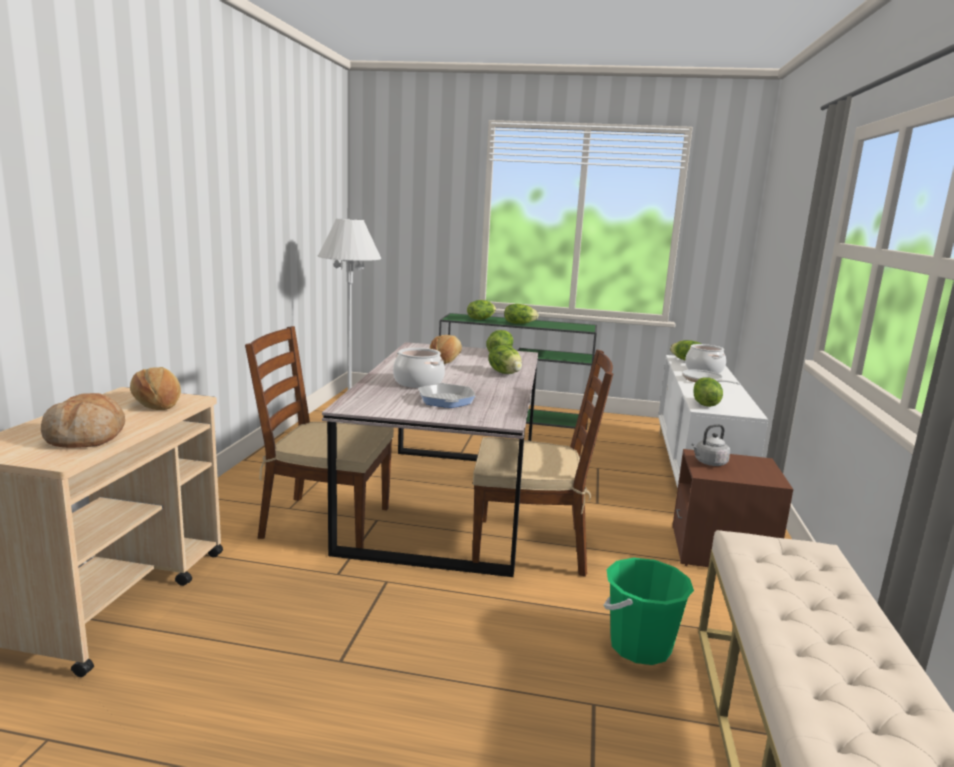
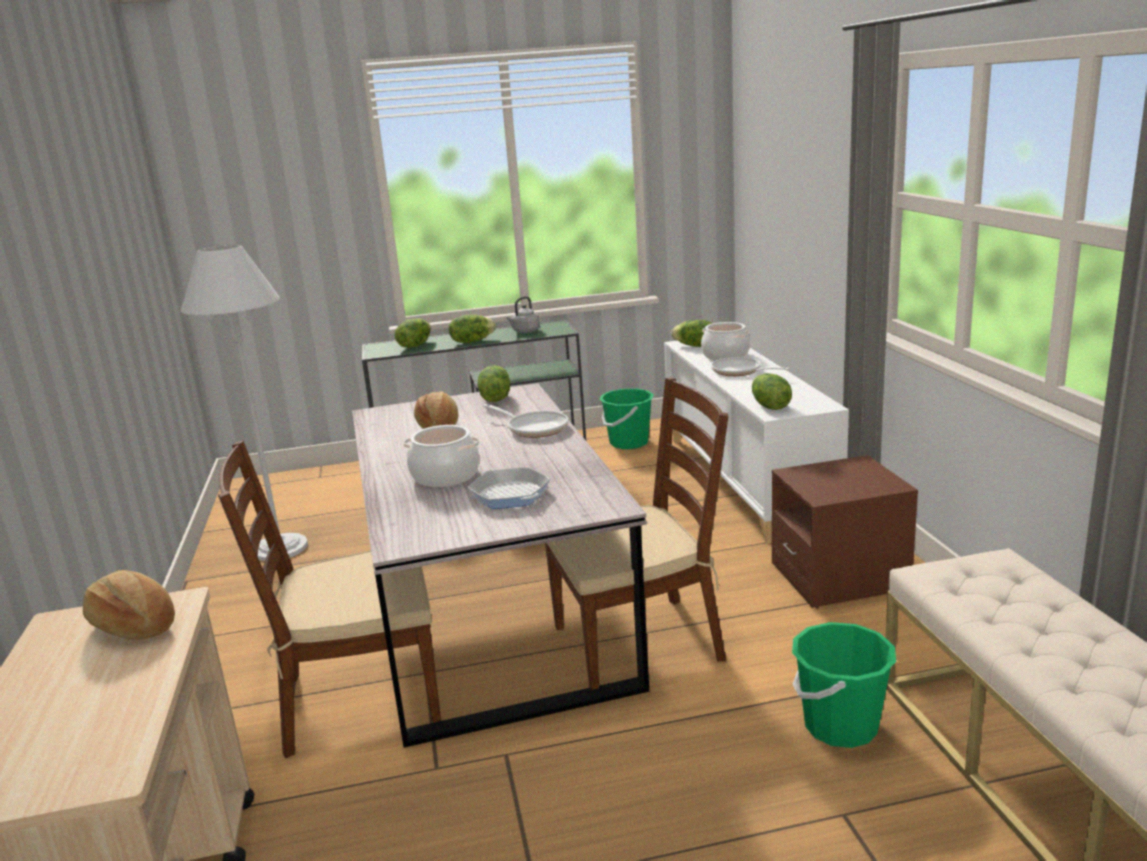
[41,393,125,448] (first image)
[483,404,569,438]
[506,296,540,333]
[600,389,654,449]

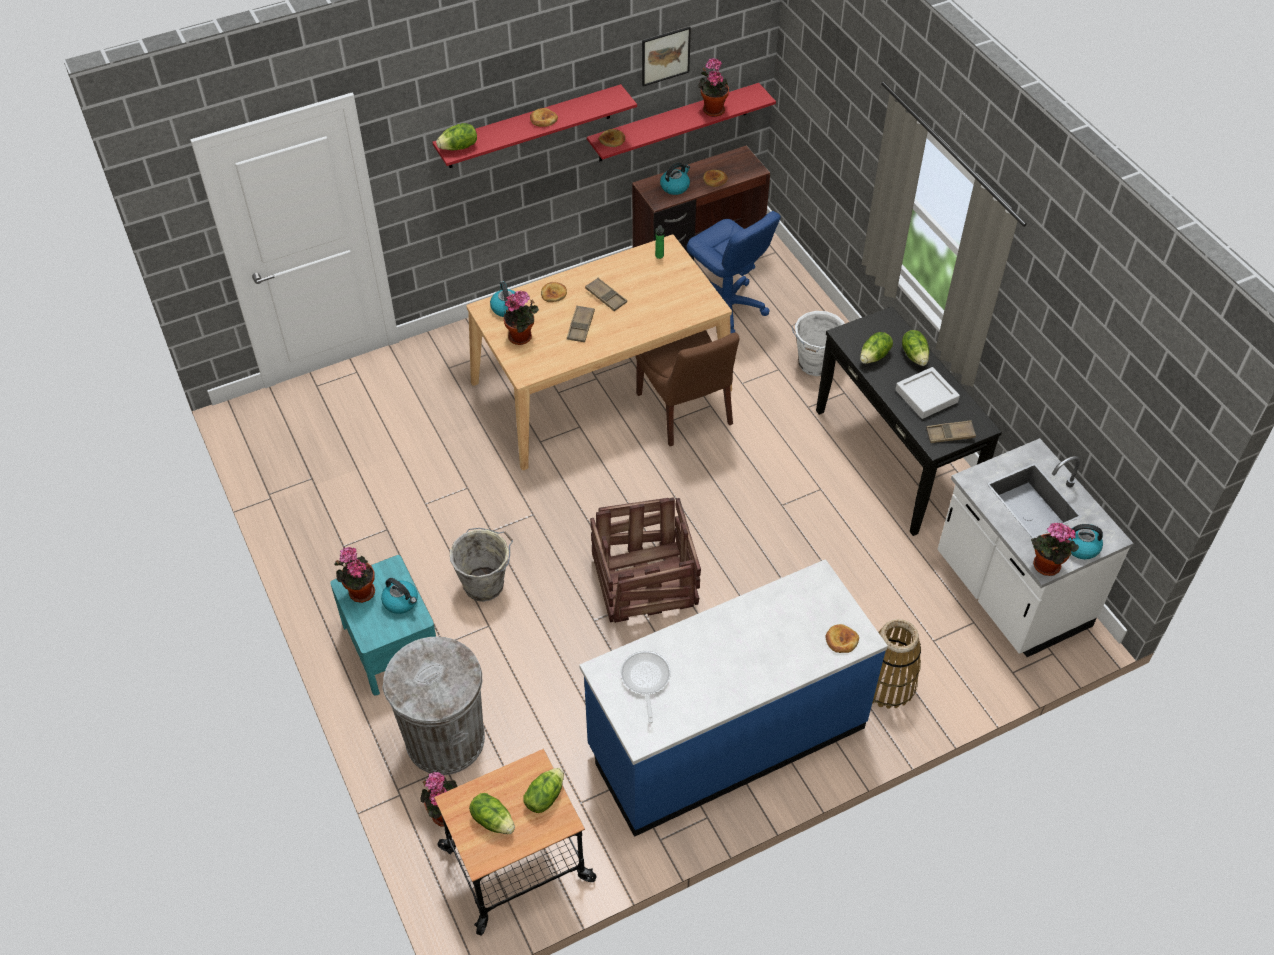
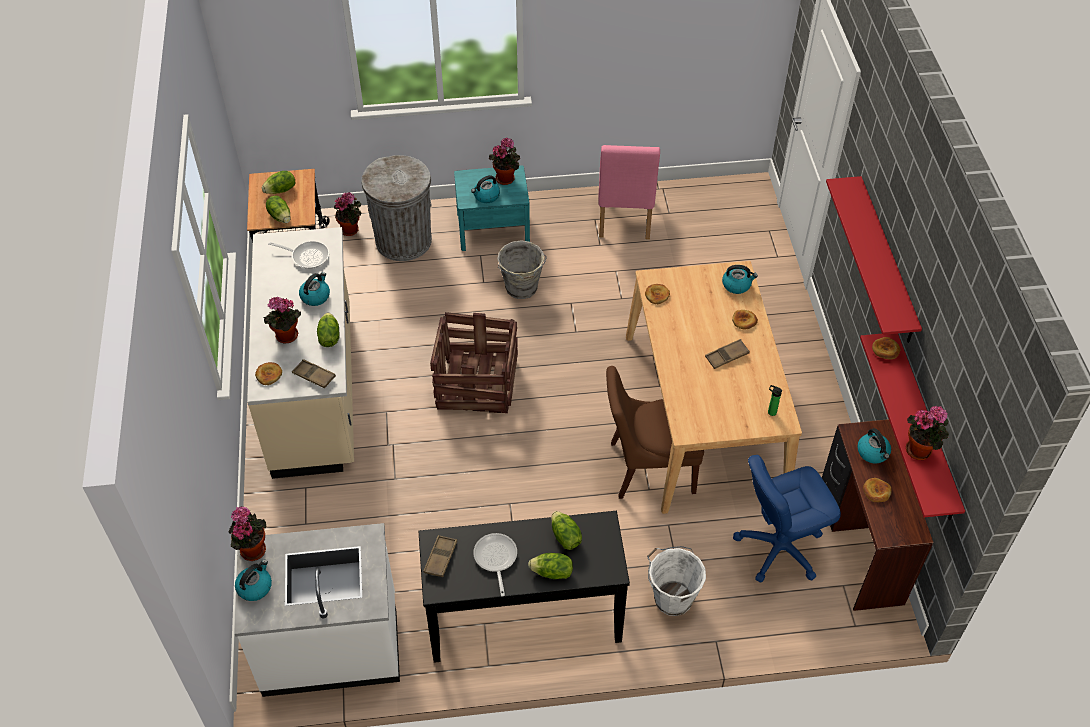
[317,313,340,347]
[264,297,301,344]
[645,284,670,304]
[292,359,336,388]
[247,227,354,479]
[642,26,691,87] (first image)
[872,619,921,709] (first image)
[473,533,517,596]
[299,272,330,306]
[598,145,660,239]

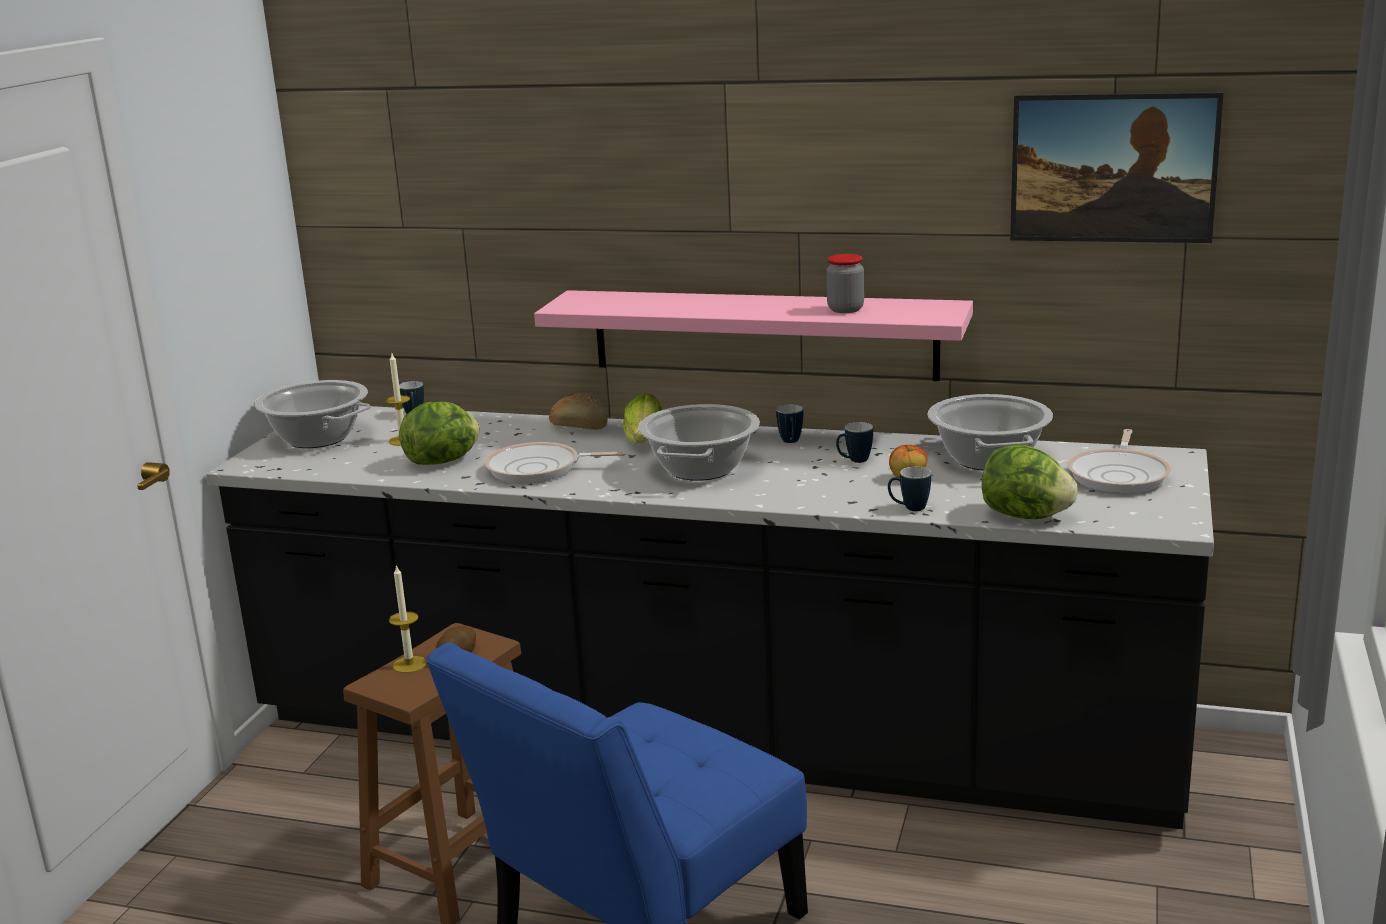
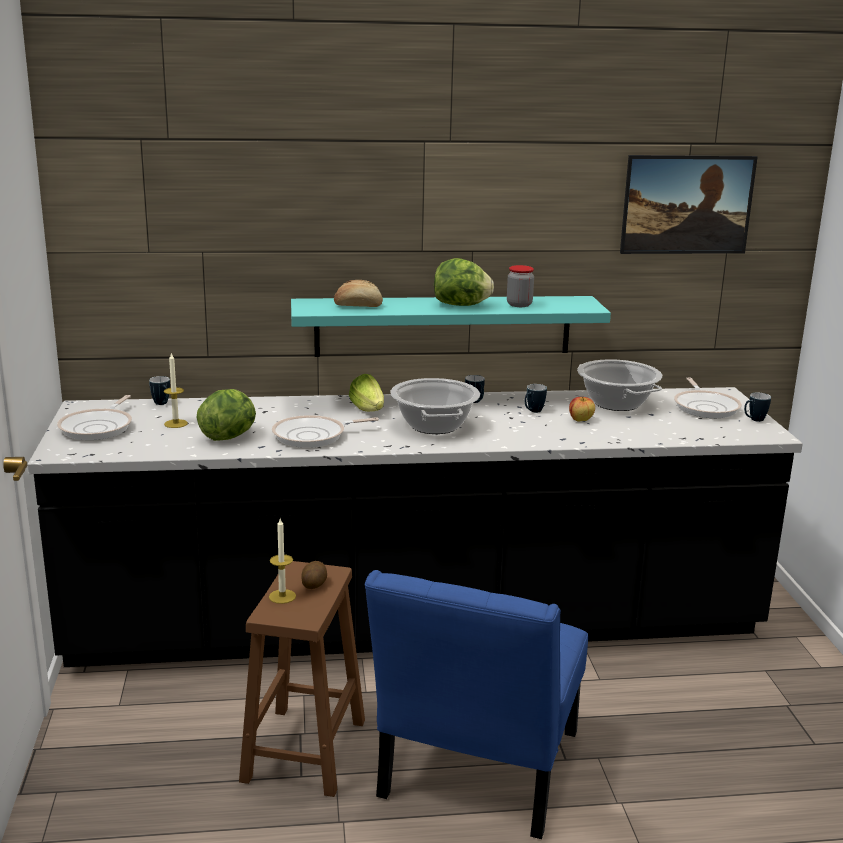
[57,395,132,440]
[291,296,611,357]
[334,280,383,307]
[744,393,771,422]
[434,258,494,306]

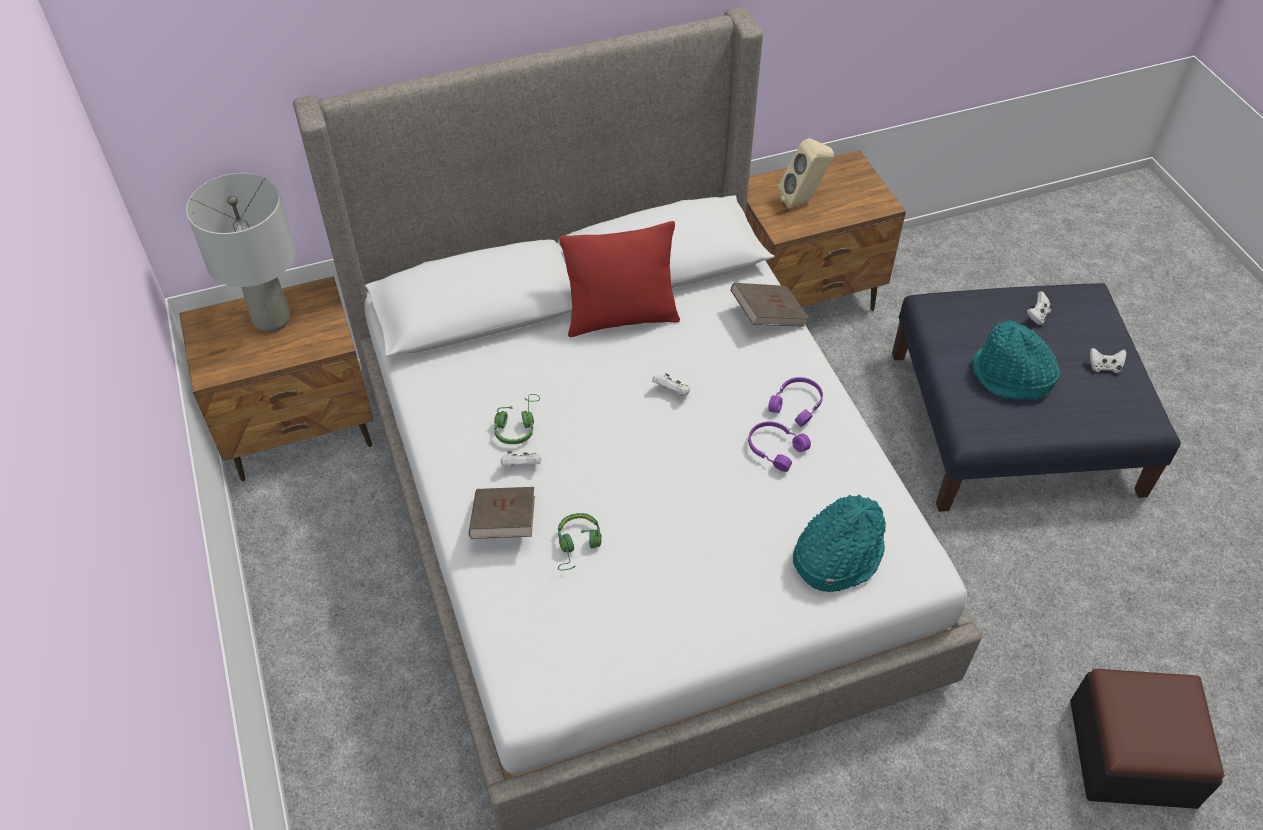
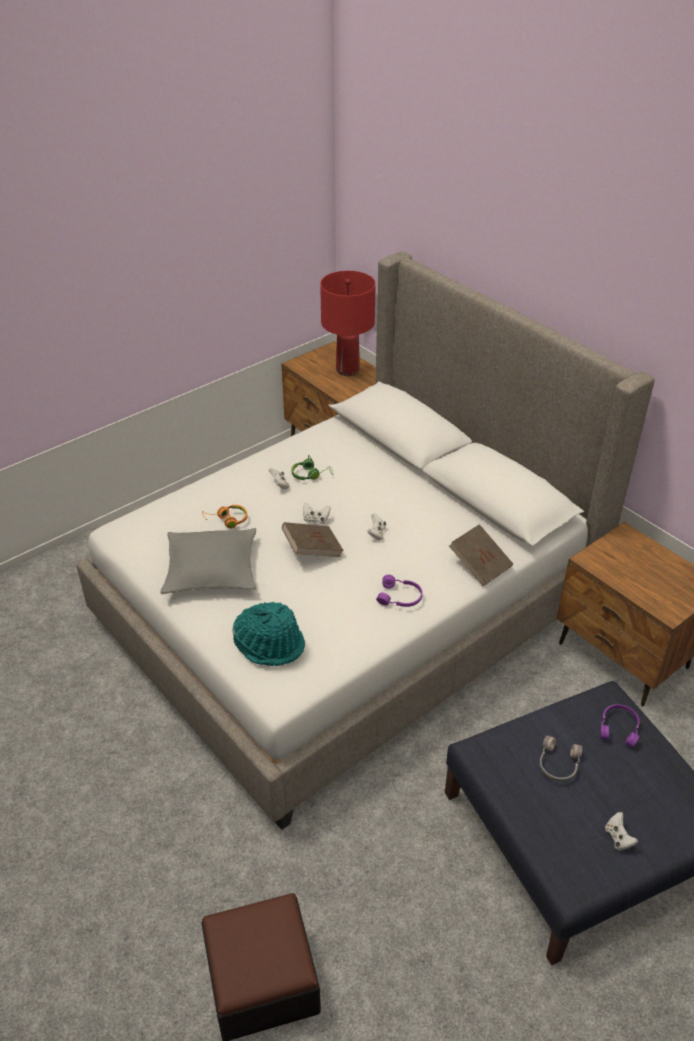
[320,271,376,376]
[282,522,344,557]
[202,505,248,529]
[559,221,680,337] (first image)
[601,704,640,748]
[778,138,834,209] (first image)
[540,735,582,782]
[303,503,330,524]
[160,528,256,594]

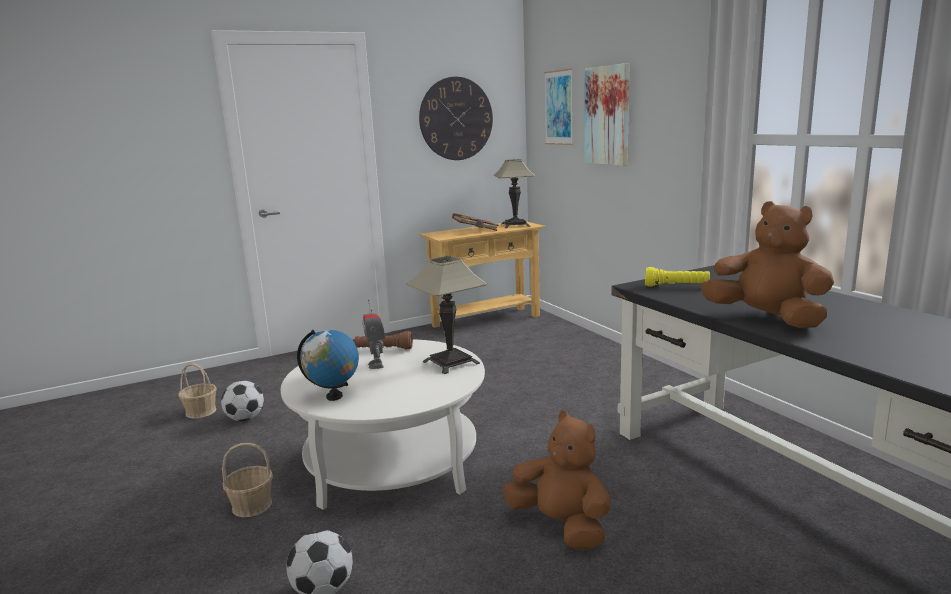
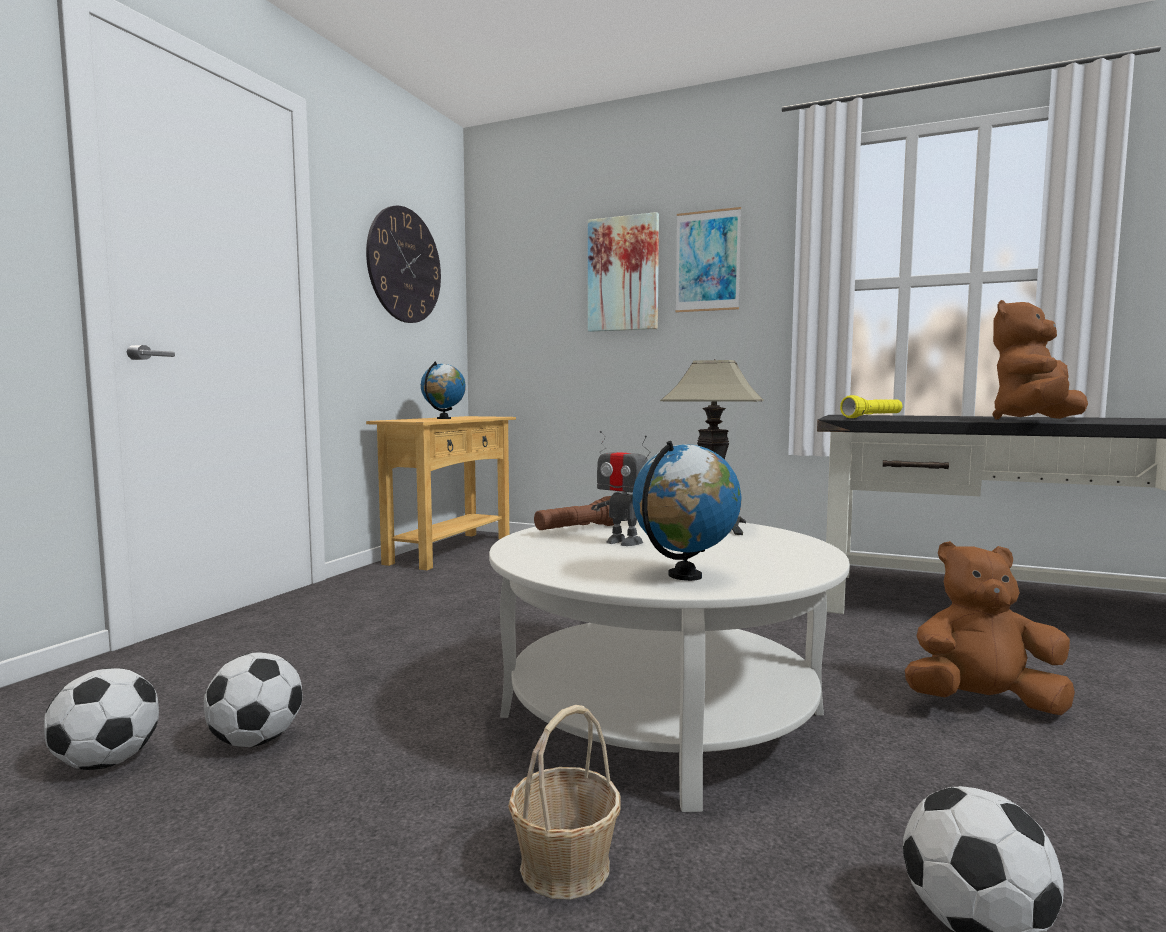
[44,668,159,770]
[421,361,466,419]
[494,159,536,228] (first image)
[675,207,741,312]
[992,300,1088,419]

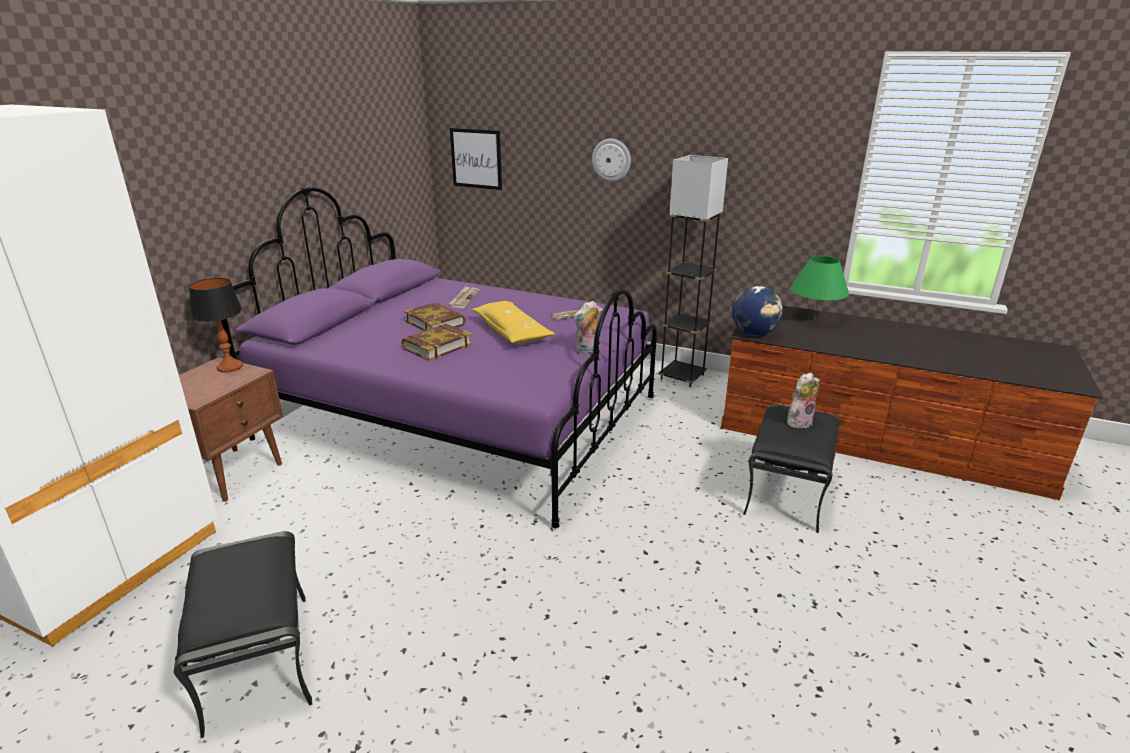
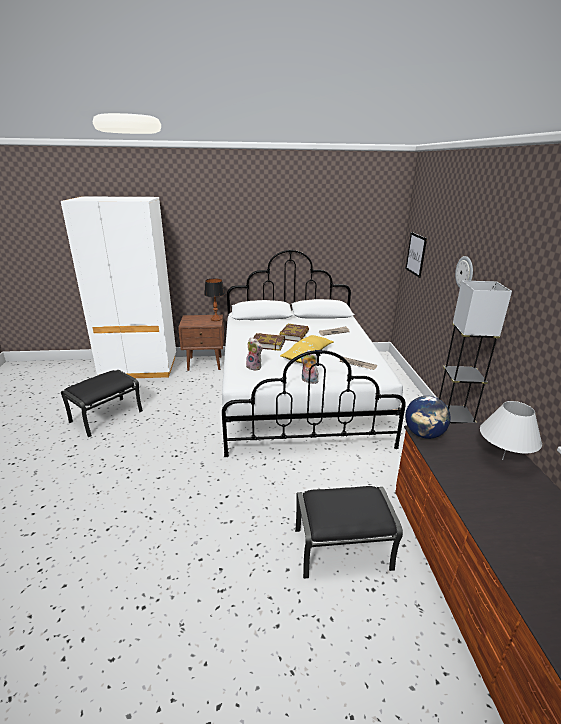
[222,249,406,457]
[246,337,263,371]
[480,401,542,460]

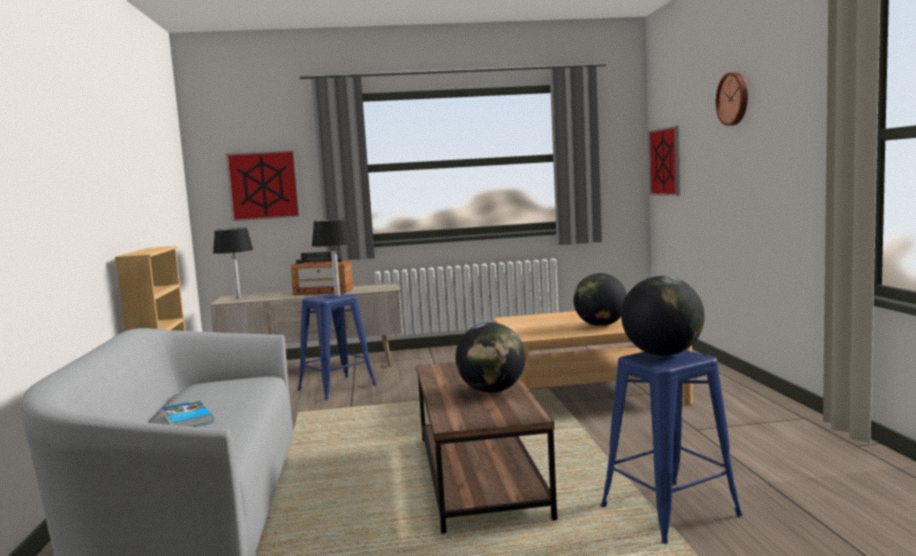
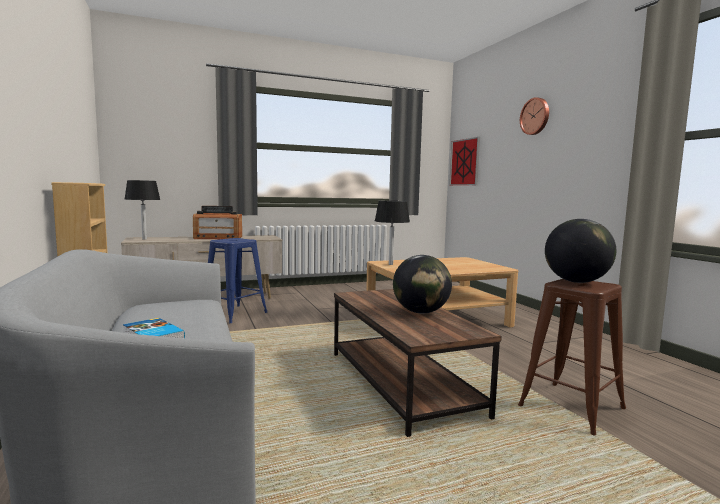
[226,150,300,221] (first image)
[375,201,410,265]
[573,273,627,326] (first image)
[518,279,626,435]

